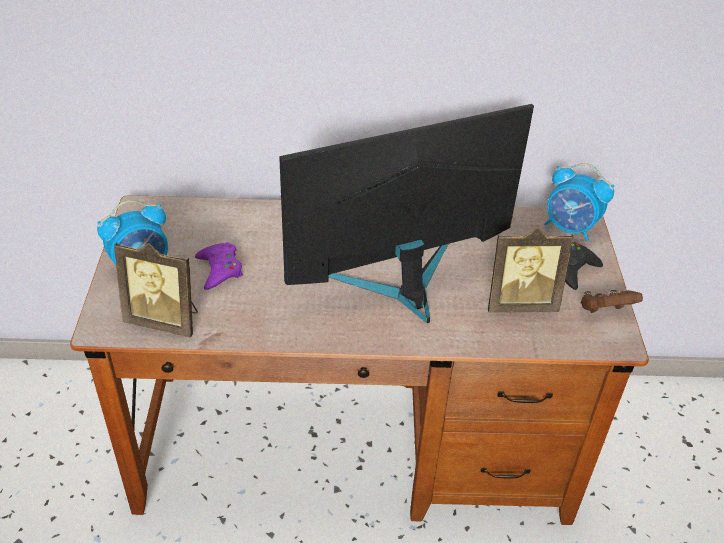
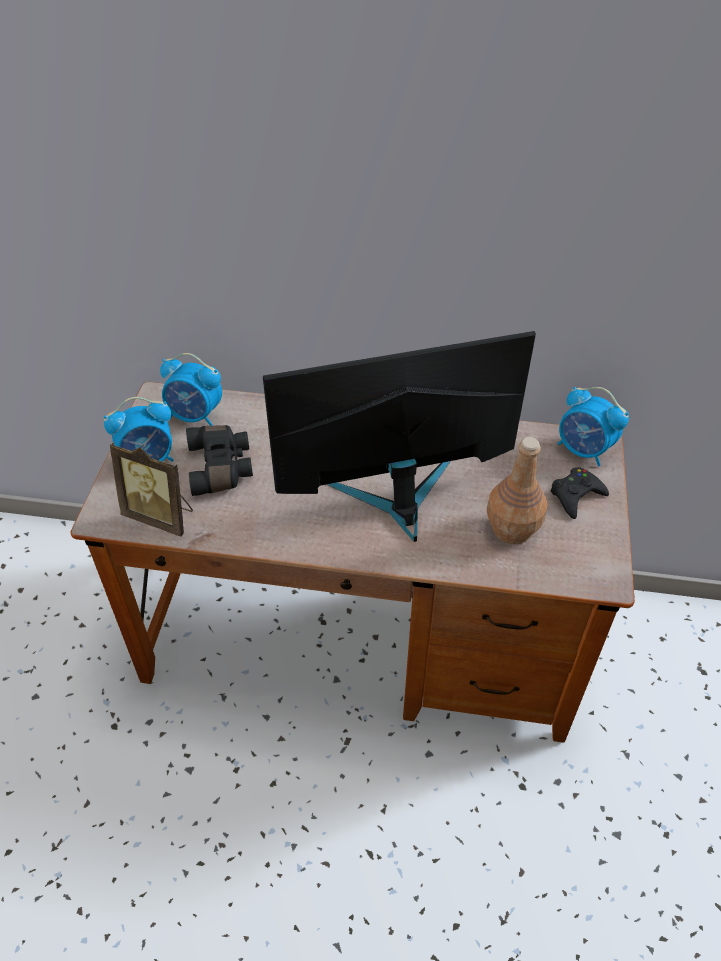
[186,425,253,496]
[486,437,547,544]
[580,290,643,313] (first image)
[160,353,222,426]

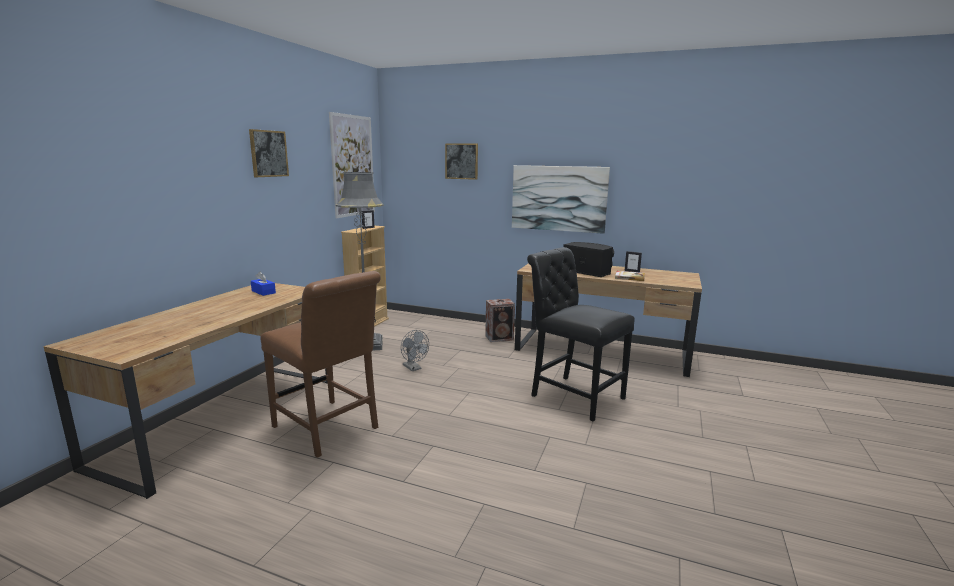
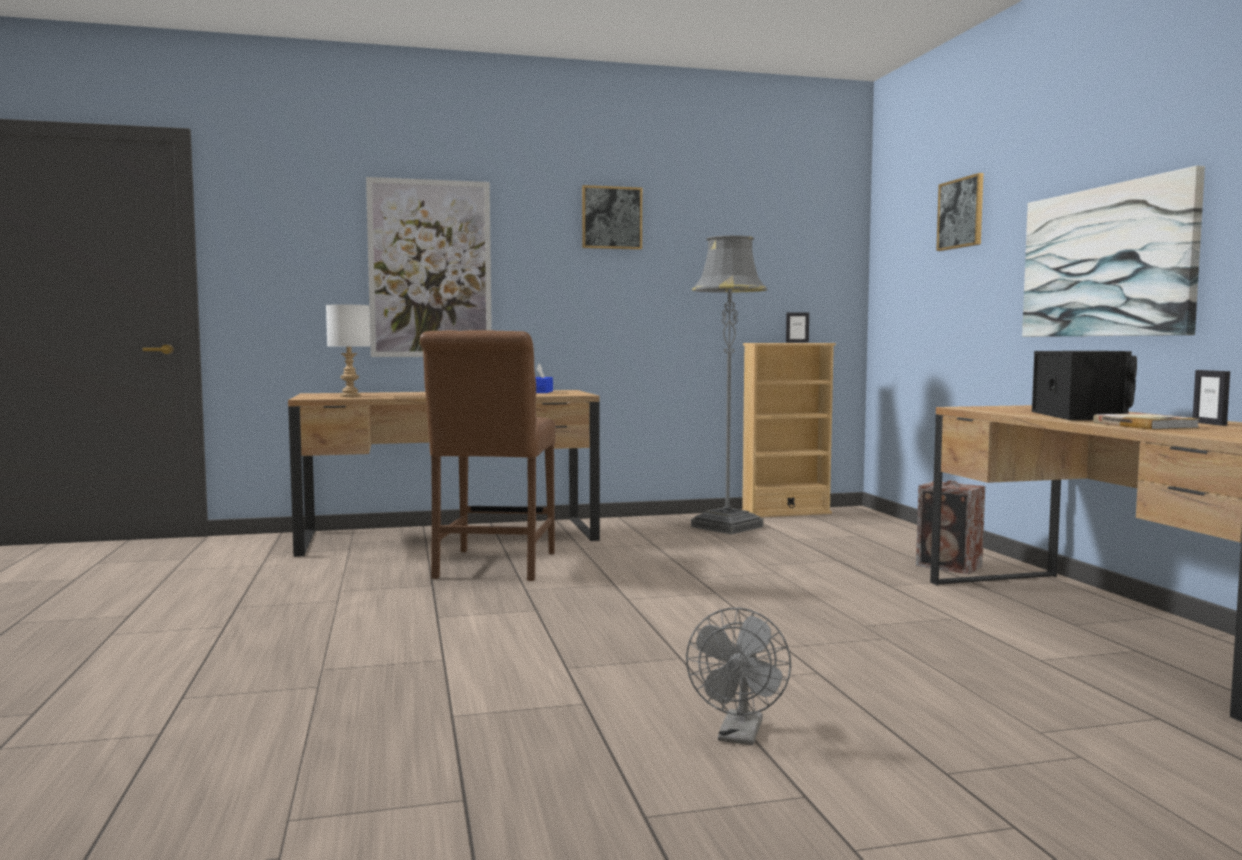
[366,177,492,357]
[686,608,791,745]
[527,247,635,422] (first image)
[326,304,370,397]

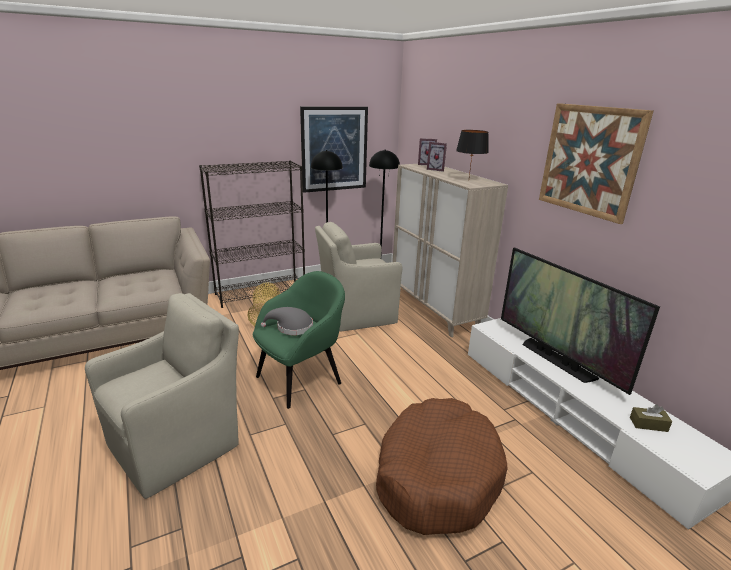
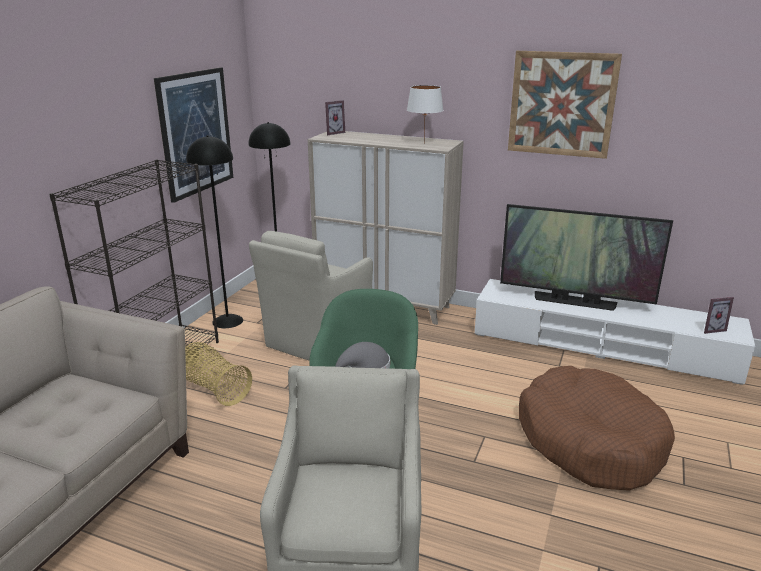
[704,297,734,334]
[407,85,443,139]
[630,404,672,432] (first image)

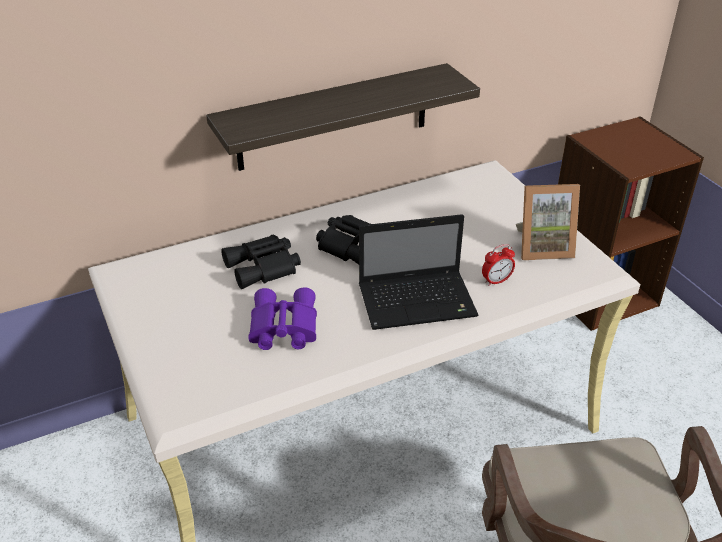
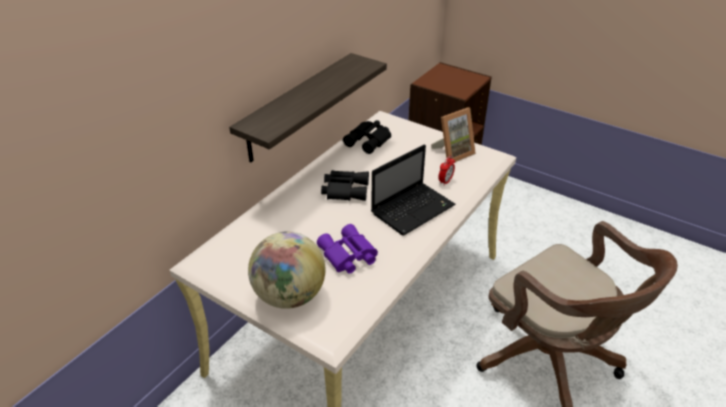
[343,120,391,154]
[248,231,325,309]

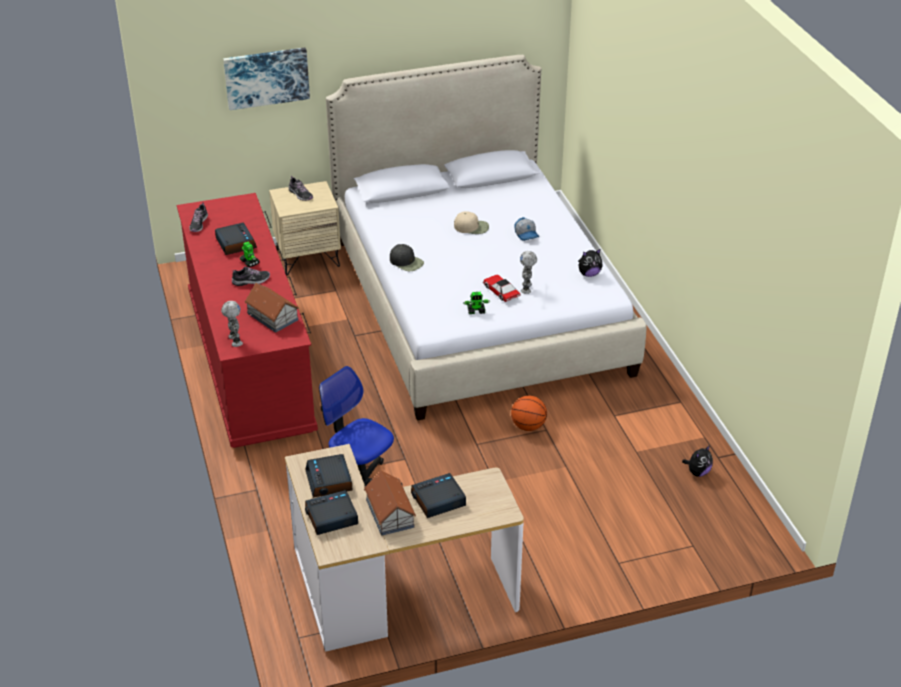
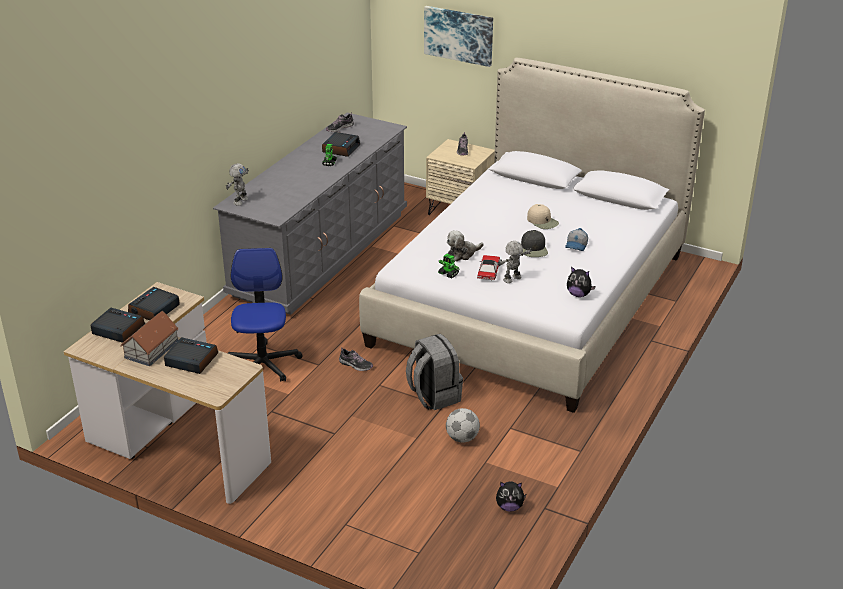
[213,113,407,315]
[339,348,373,371]
[244,283,299,333] (first image)
[521,230,548,257]
[406,334,463,410]
[446,408,480,443]
[447,231,484,261]

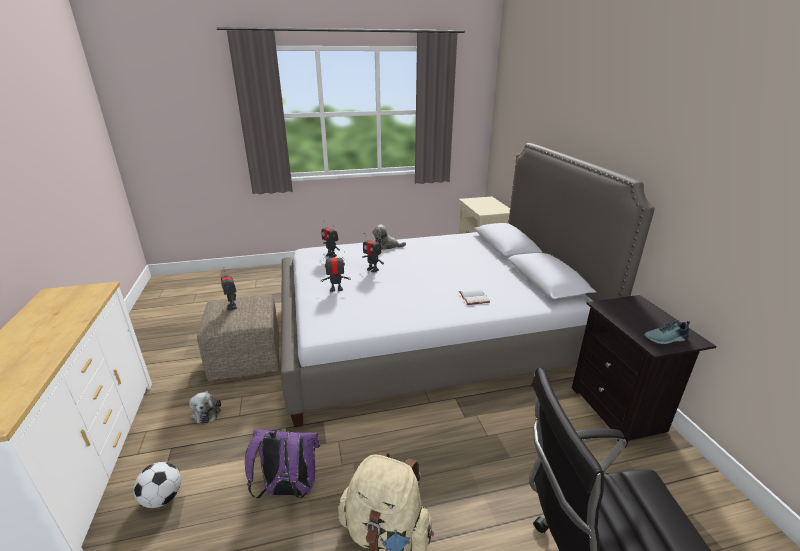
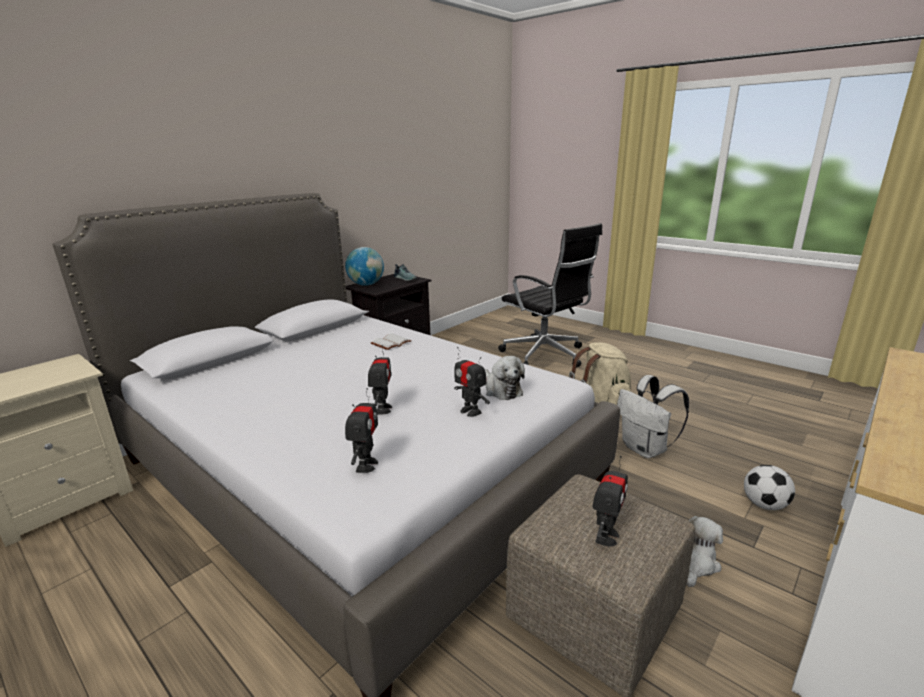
[617,375,689,458]
[485,356,525,400]
[345,247,384,286]

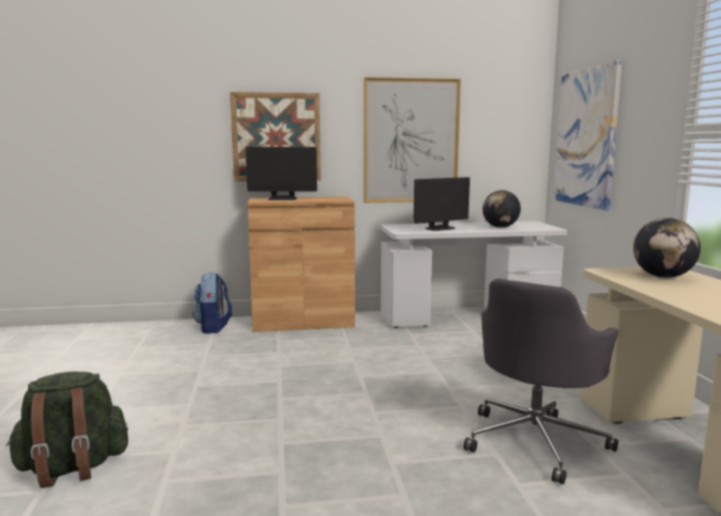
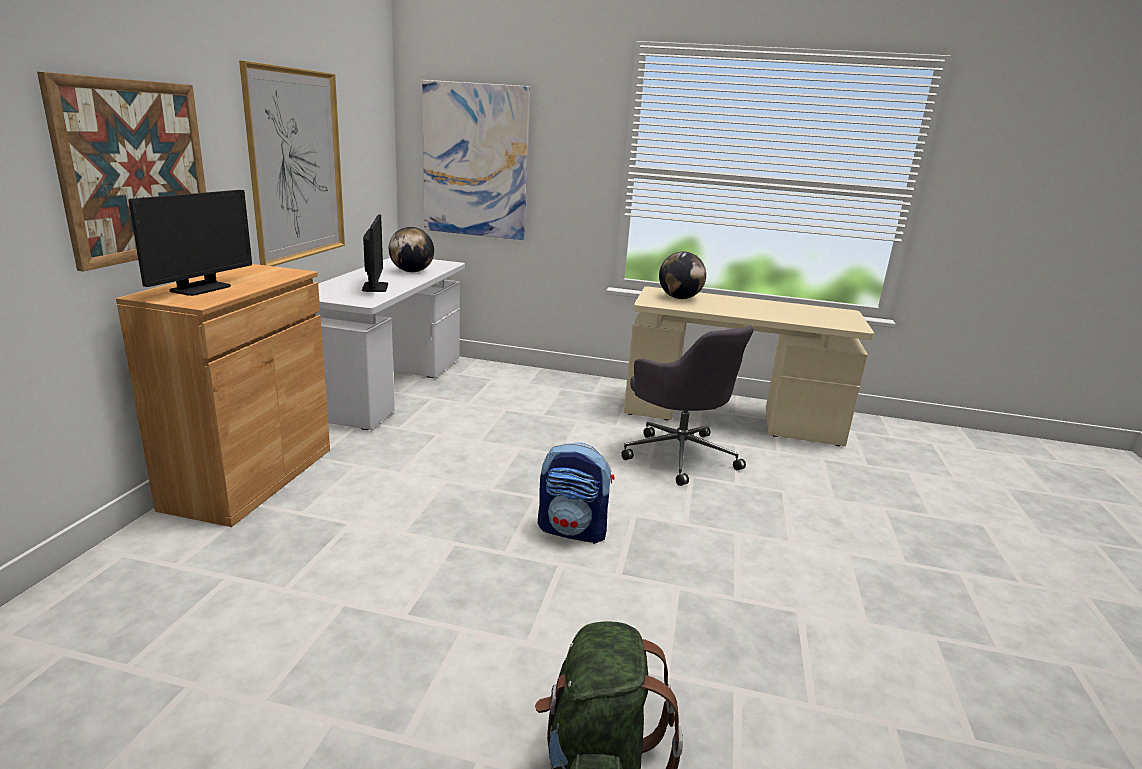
[538,443,614,544]

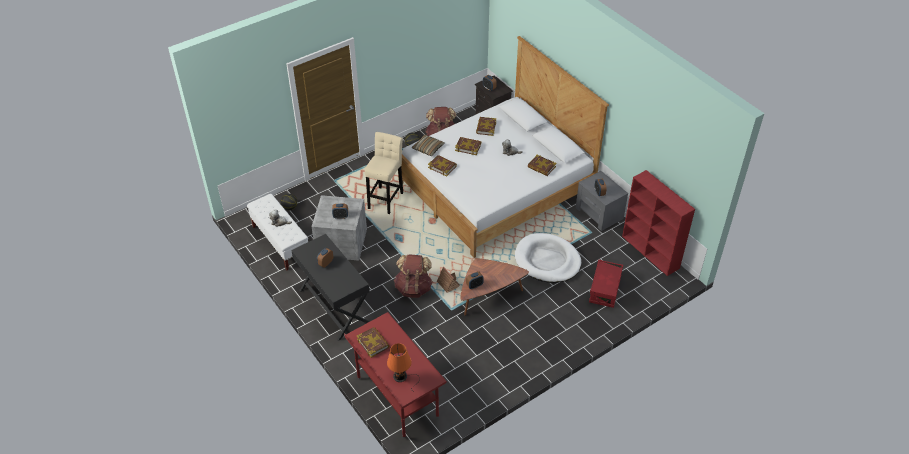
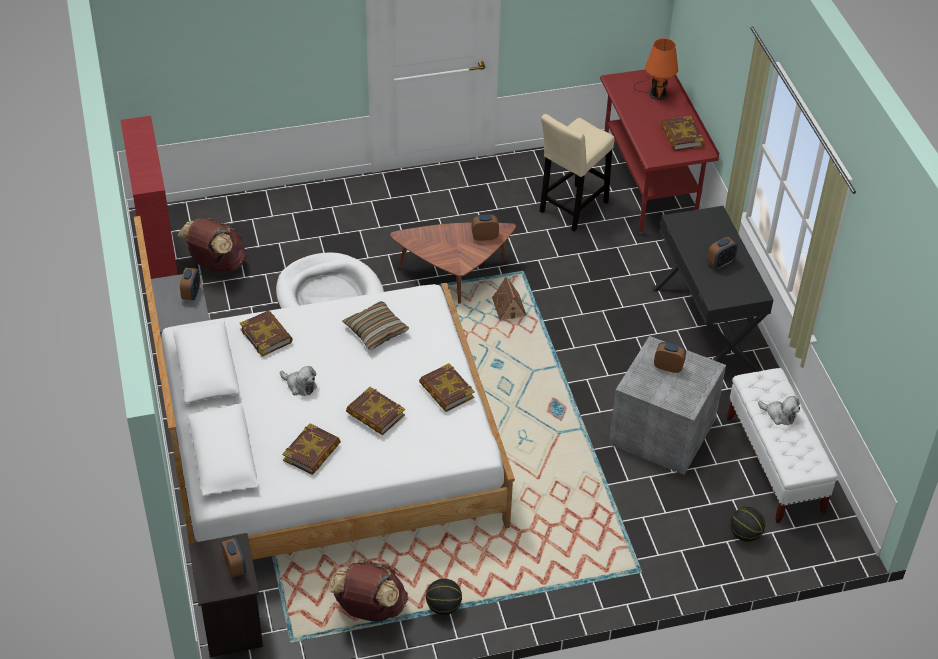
[540,114,614,232]
[178,218,247,273]
[342,301,409,350]
[589,259,623,308] (first image)

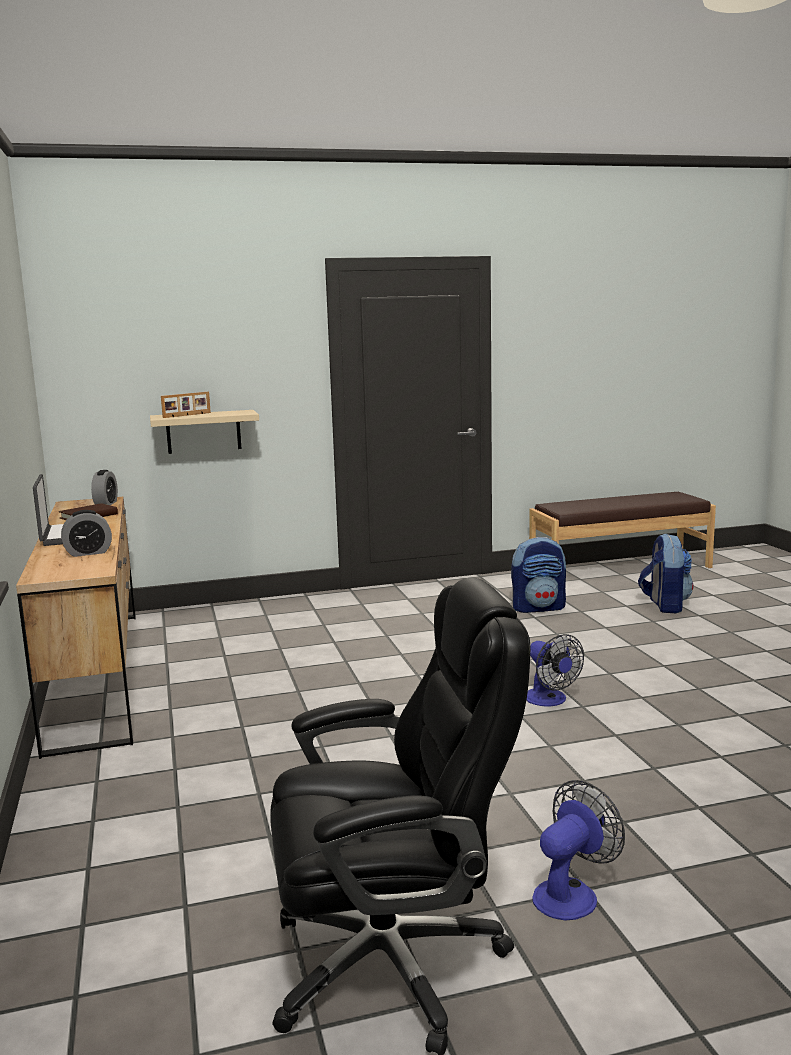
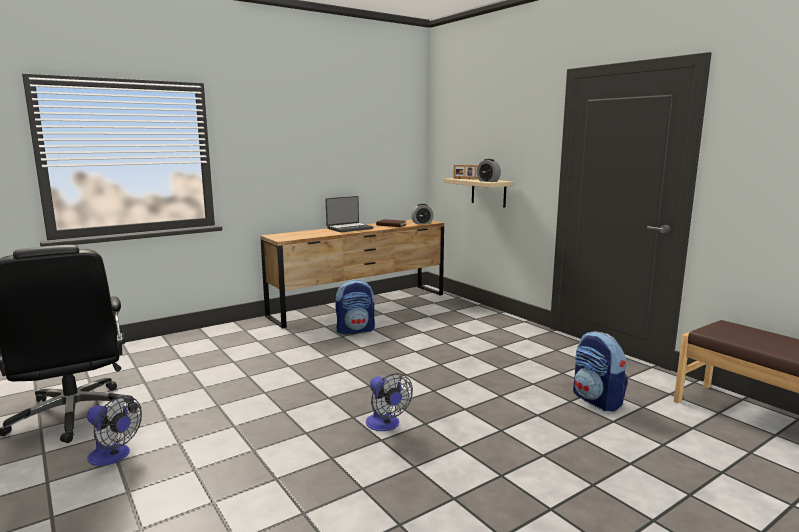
[477,159,501,182]
[366,373,413,431]
[335,280,375,334]

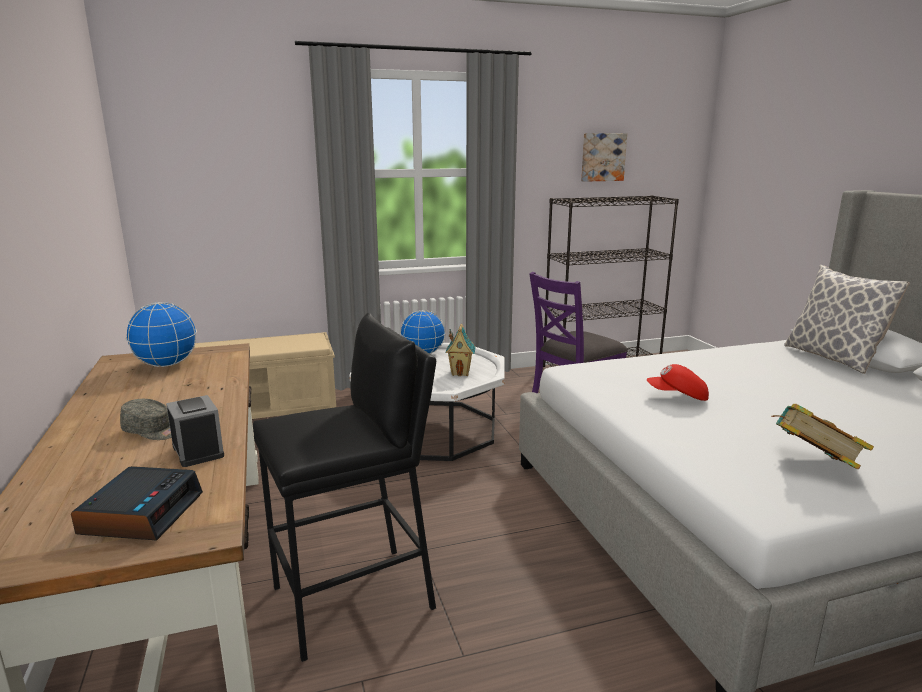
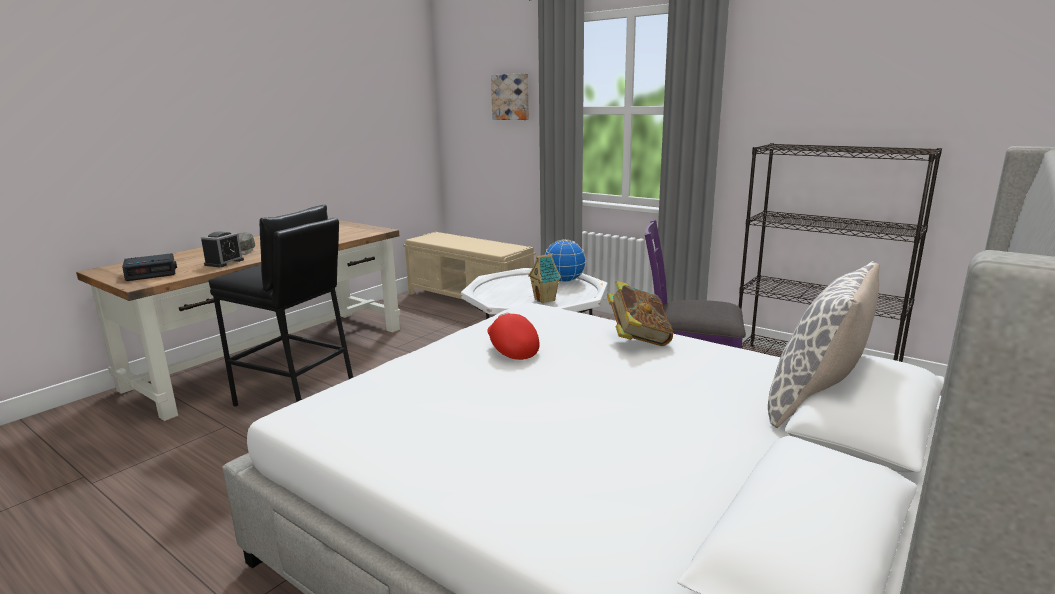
[126,302,197,367] (first image)
[491,73,529,120]
[607,281,673,346]

